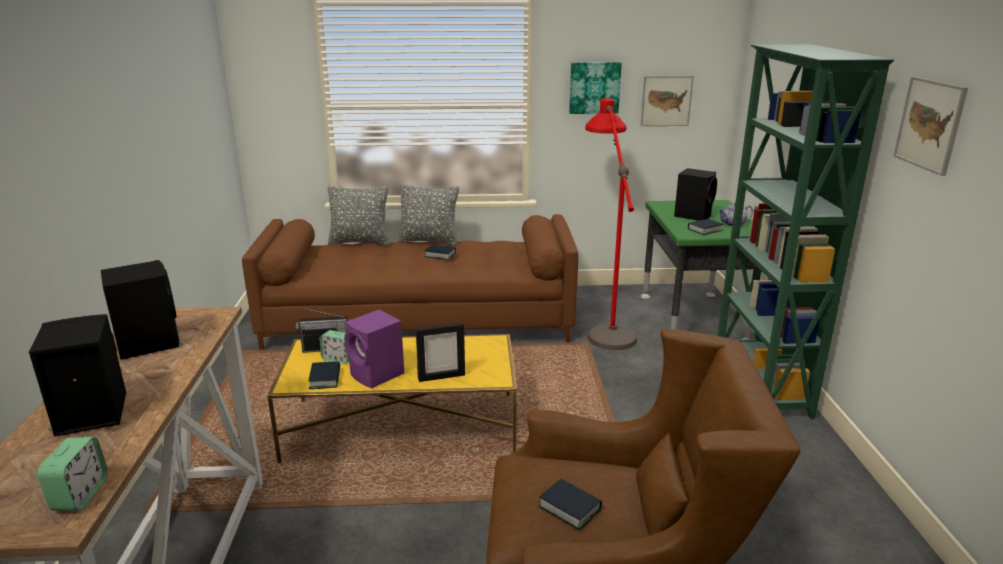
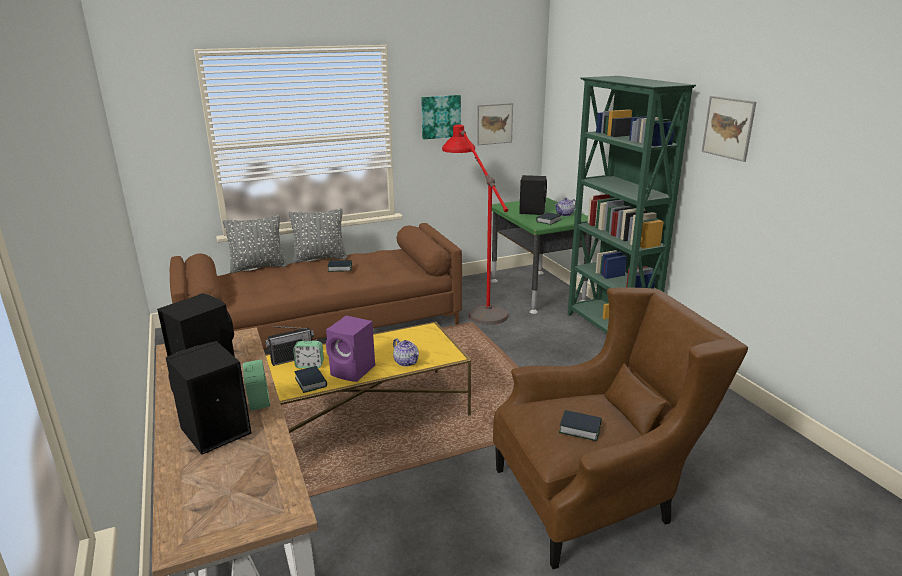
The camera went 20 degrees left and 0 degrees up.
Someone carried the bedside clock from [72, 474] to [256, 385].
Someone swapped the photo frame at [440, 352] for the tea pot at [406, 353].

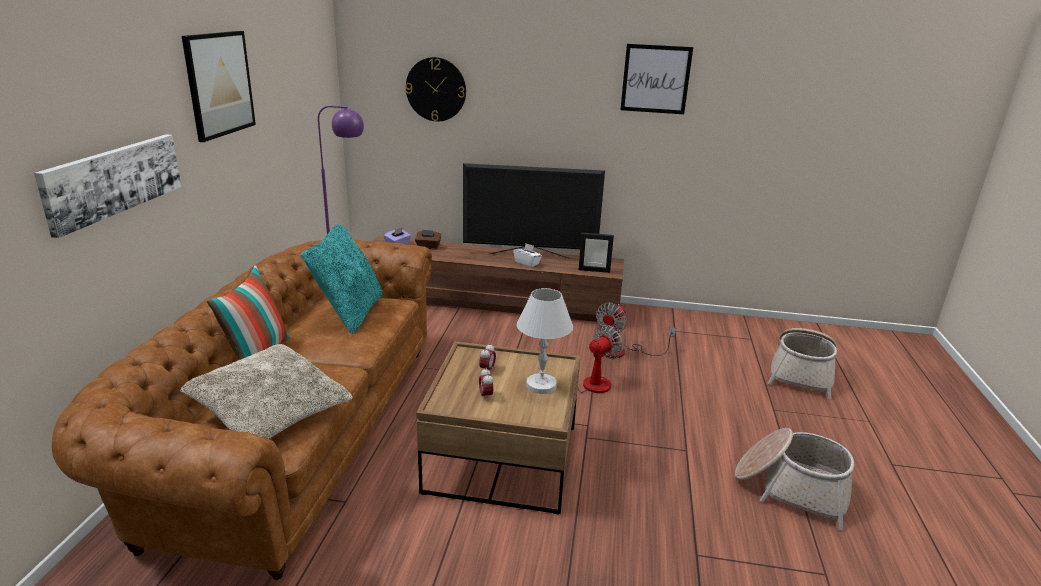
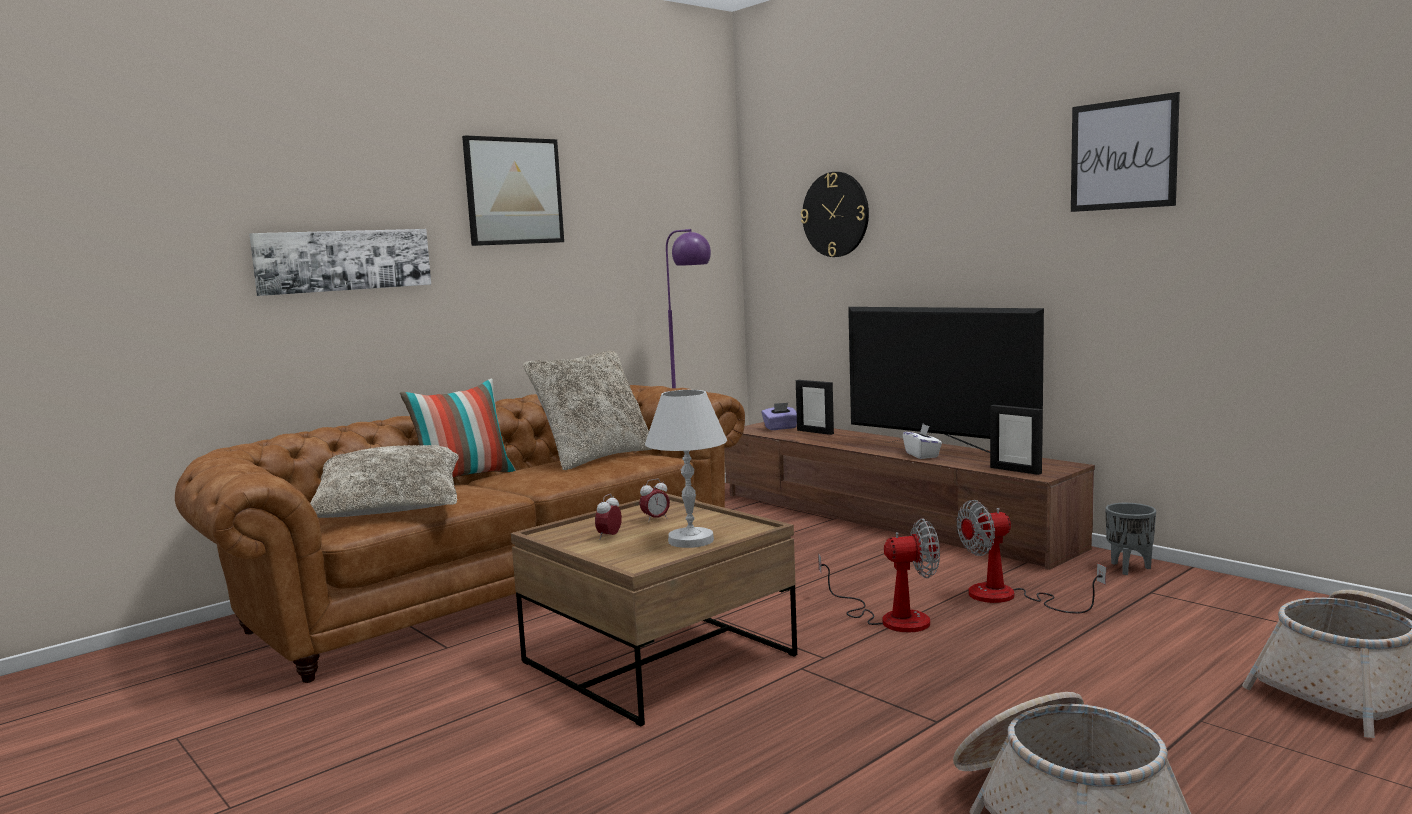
The camera went 40 degrees right and 15 degrees down.
Someone put down the grey flower pot at [1130, 539].
Someone swapped the brownish box of tissues at [428, 239] for the photo frame at [815, 407].
Someone repainted the turquoise cushion at [341, 279], which became the beige-coloured cushion at [587, 410].

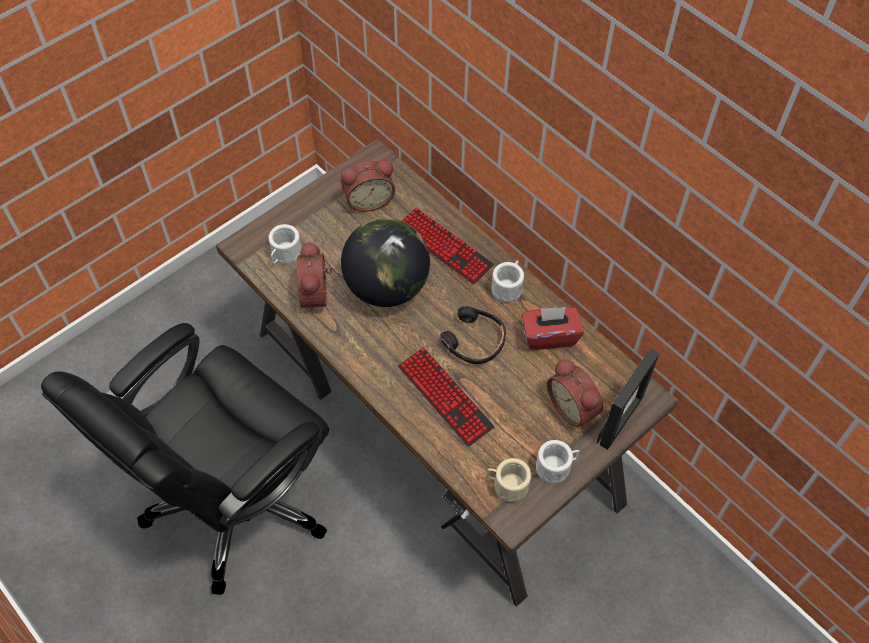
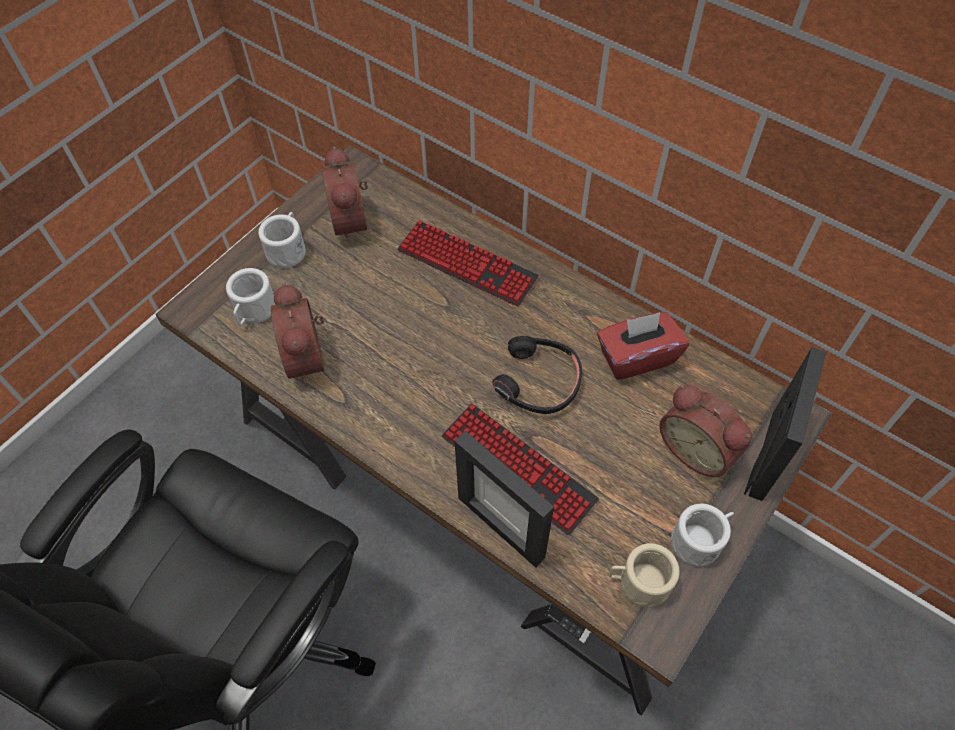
The camera went 10 degrees left and 0 degrees up.
Someone took away the desk globe at [385, 262].
Someone put down the photo frame at [504, 499].
Someone carried the whitish coffee mug from [508, 281] to [282, 240].
Someone rotated the bedside clock at [368, 186] by 105 degrees clockwise.

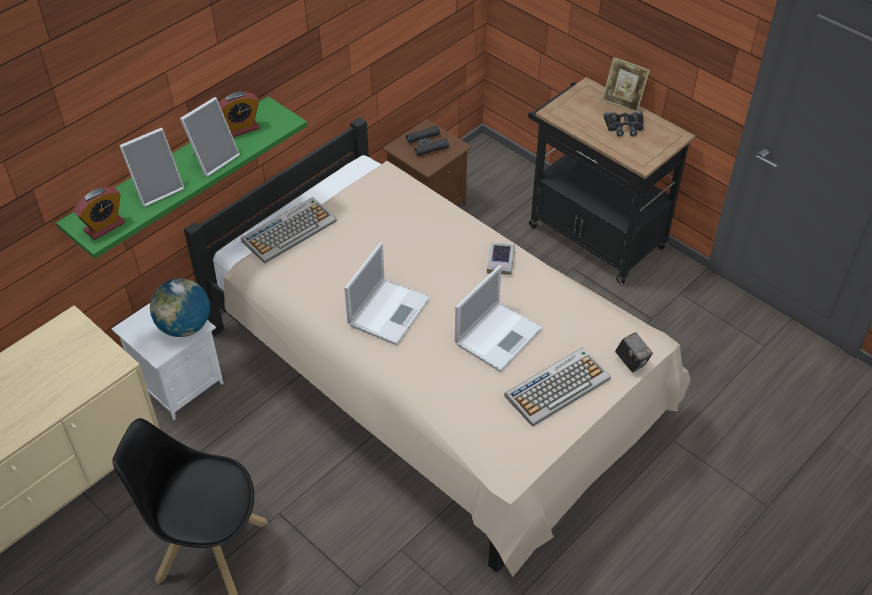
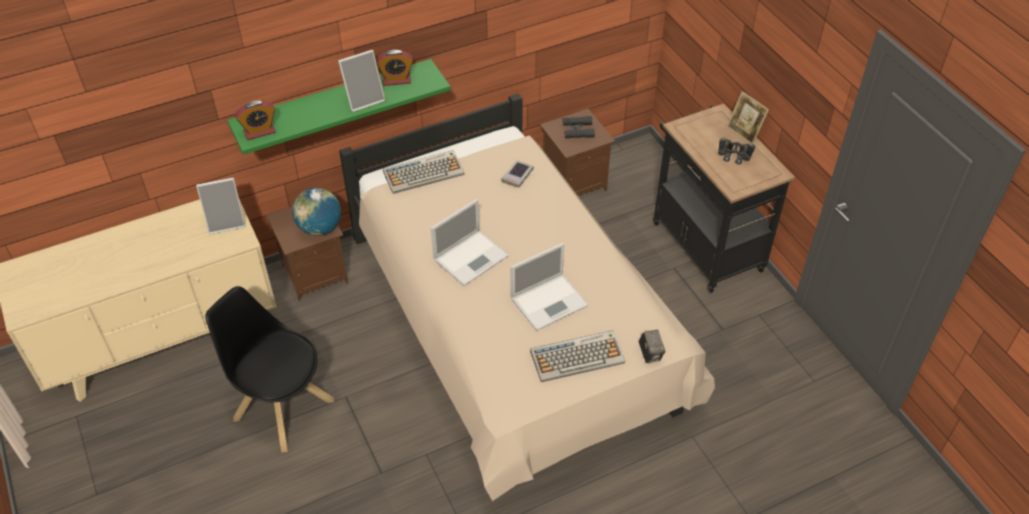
The camera went 20 degrees right and 0 degrees up.
Someone carried the photo frame from [152, 167] to [221, 206].
Someone carried the book from [501, 259] to [517, 174].
Someone repainted the whitish night table at [167, 361], which became the brownish night table at [307, 253].

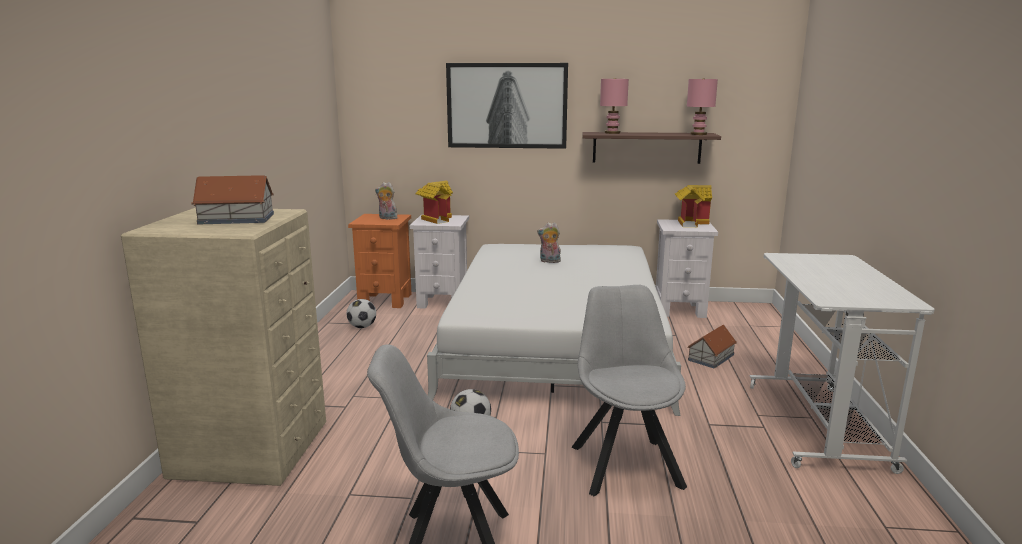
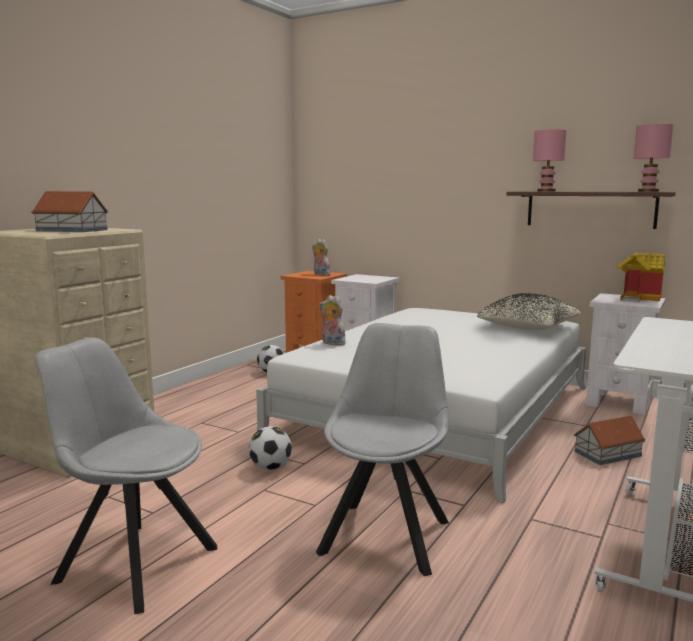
The camera went 25 degrees right and 5 degrees down.
Someone took away the toy house at [434, 202].
Someone took away the picture at [507, 106].
Someone put down the beige-coloured cushion at [529, 311].
Someone carried the cuddly toy from [549, 242] to [332, 320].

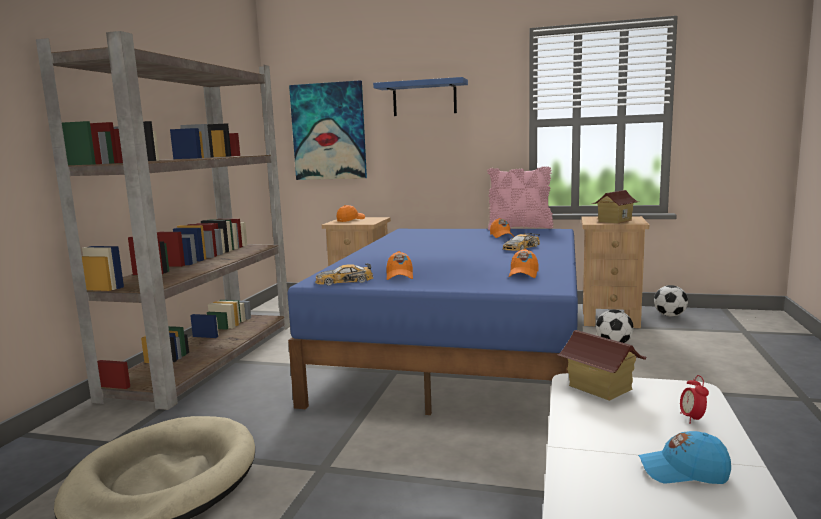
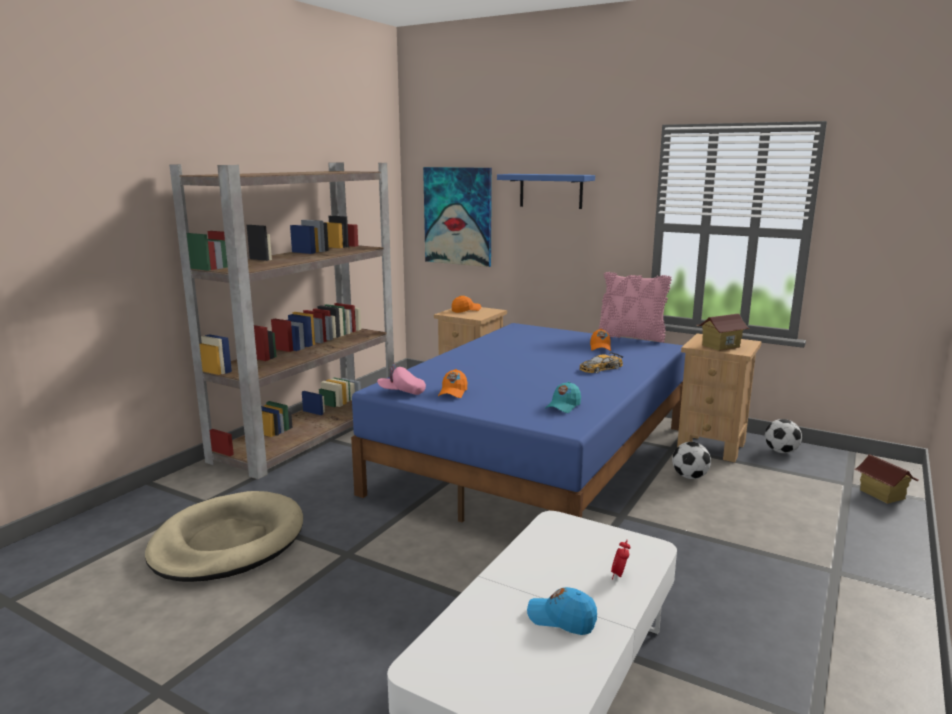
The camera went 15 degrees right and 5 degrees up.
Someone carried the toy house from [602, 365] to [887, 479].
Someone swapped the toy car at [344, 274] for the pink-coloured cap at [401, 379].
Someone repainted the orange cap at [523, 263], which became the turquoise cap at [563, 397].

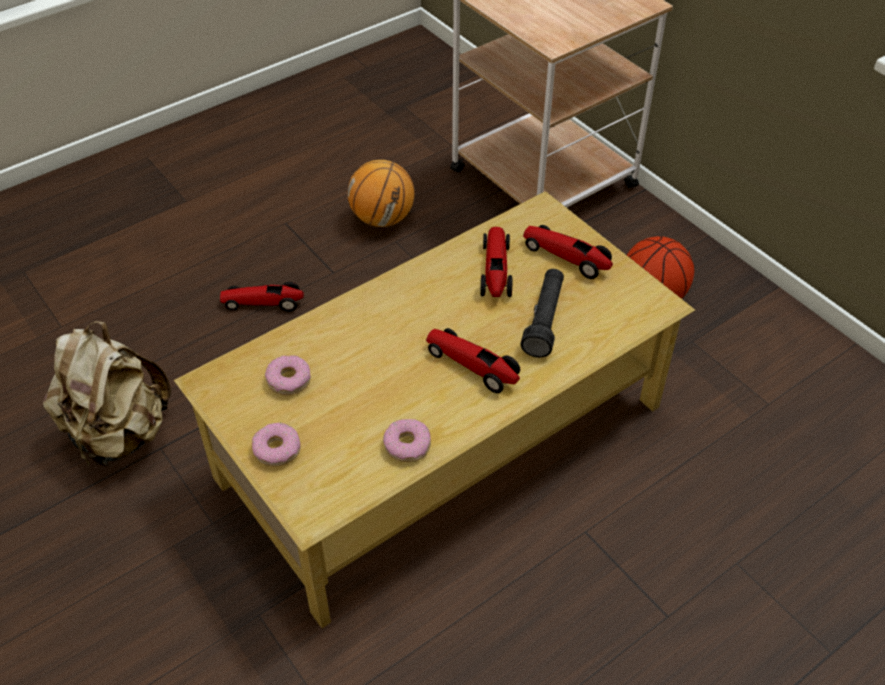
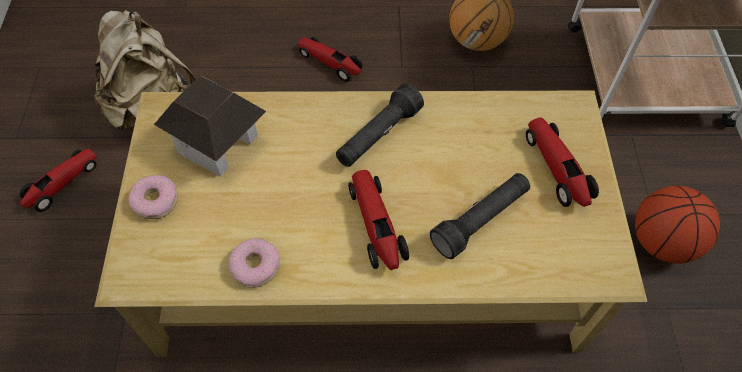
The camera went 35 degrees right and 10 degrees up.
Someone put down the black-coloured flashlight at [380, 125].
Someone carried the toy car from [496, 262] to [58, 180].
Someone swapped the donut at [288, 375] for the toy house at [210, 126].

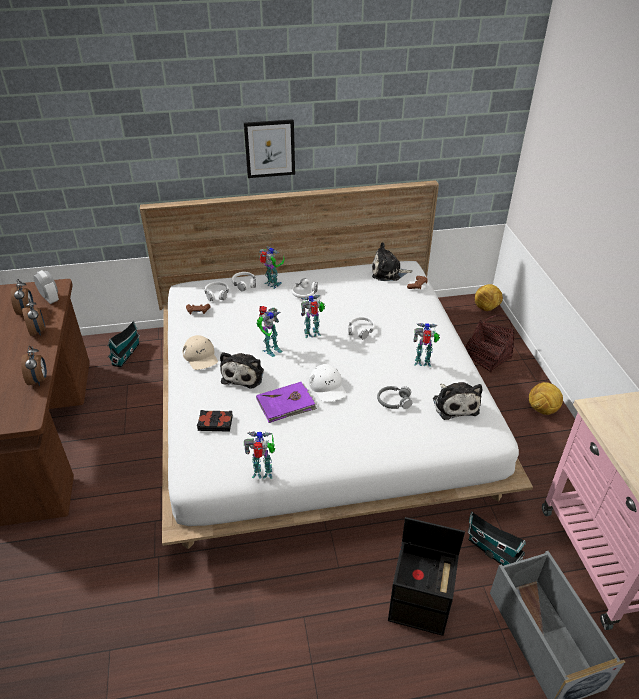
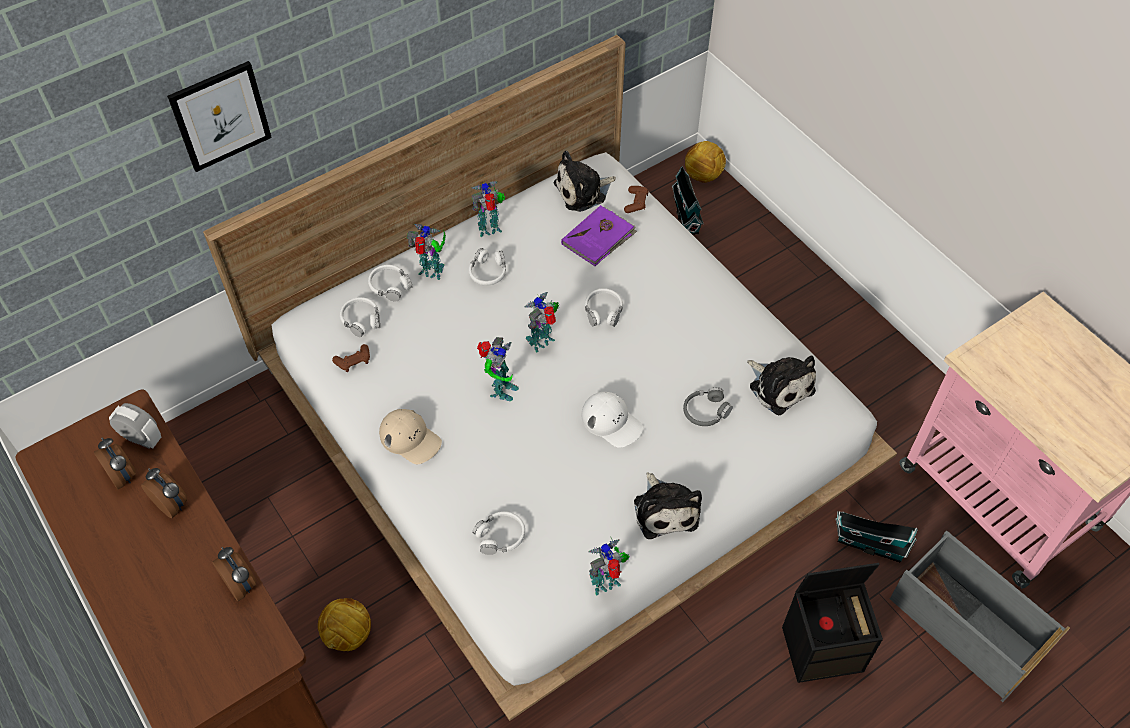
The camera went 25 degrees left and 15 degrees up.
Someone took away the household basket at [489, 344].
Someone carried the toy house from [124, 344] to [687, 200].
Someone carried the cuddly toy from [242, 370] to [668, 505].
Someone carried the picture from [269, 148] to [219, 116].
Someone carried the purple book from [286, 402] to [599, 235].
Someone carried the robot figure from [426, 344] to [488, 209].
Someone carried the football ball from [546, 398] to [344, 624].
Someone swapped the black-coloured book at [215, 421] for the whitish headphones at [498, 533].

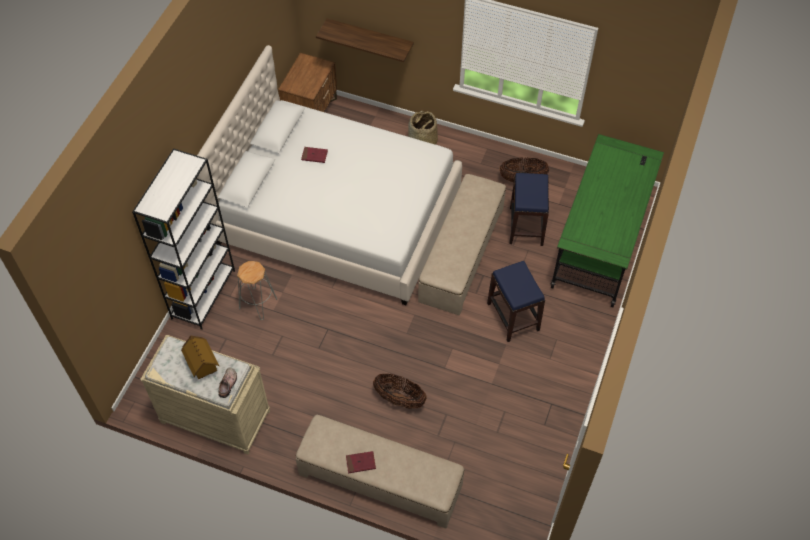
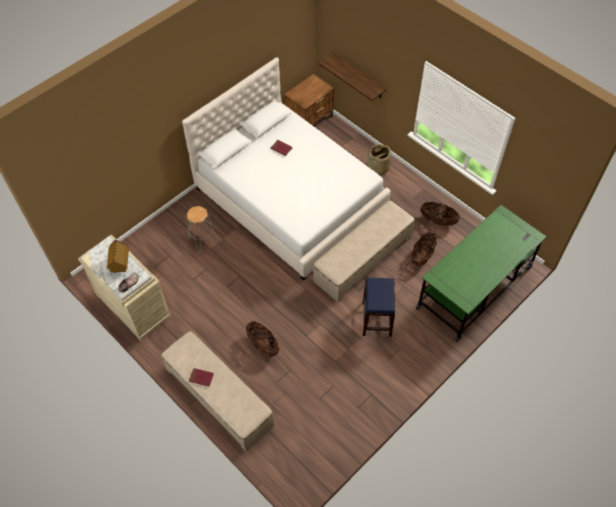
The camera went 25 degrees right and 0 degrees up.
Someone took away the whitish shelving unit at [183, 239].
Someone swapped the stool at [529, 209] for the household basket at [424, 249].

